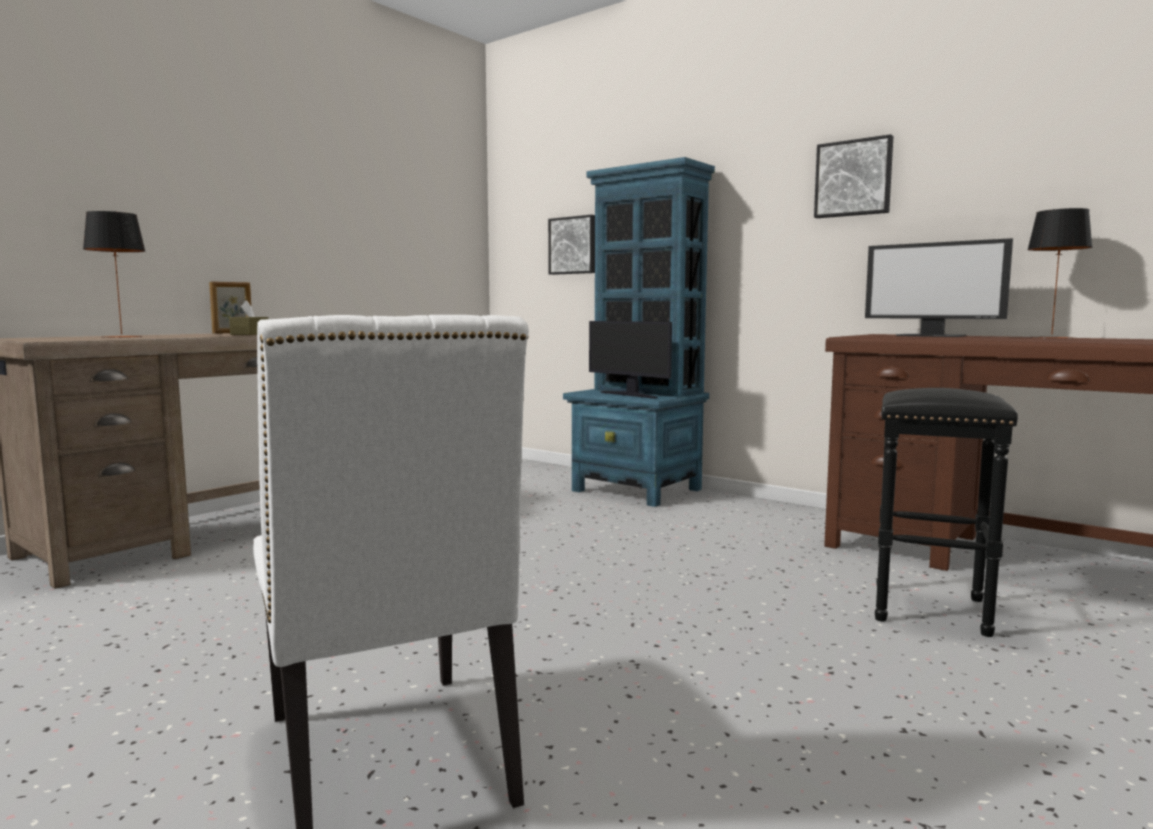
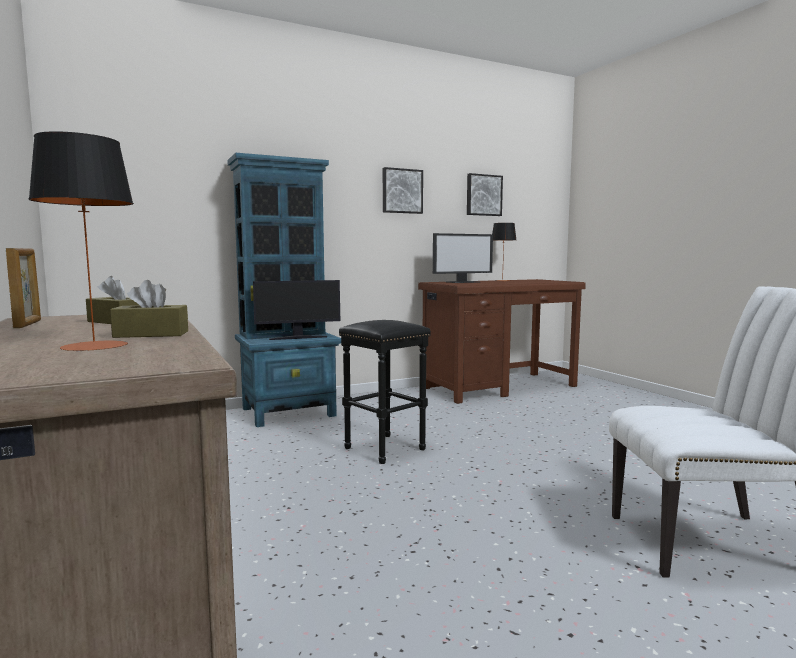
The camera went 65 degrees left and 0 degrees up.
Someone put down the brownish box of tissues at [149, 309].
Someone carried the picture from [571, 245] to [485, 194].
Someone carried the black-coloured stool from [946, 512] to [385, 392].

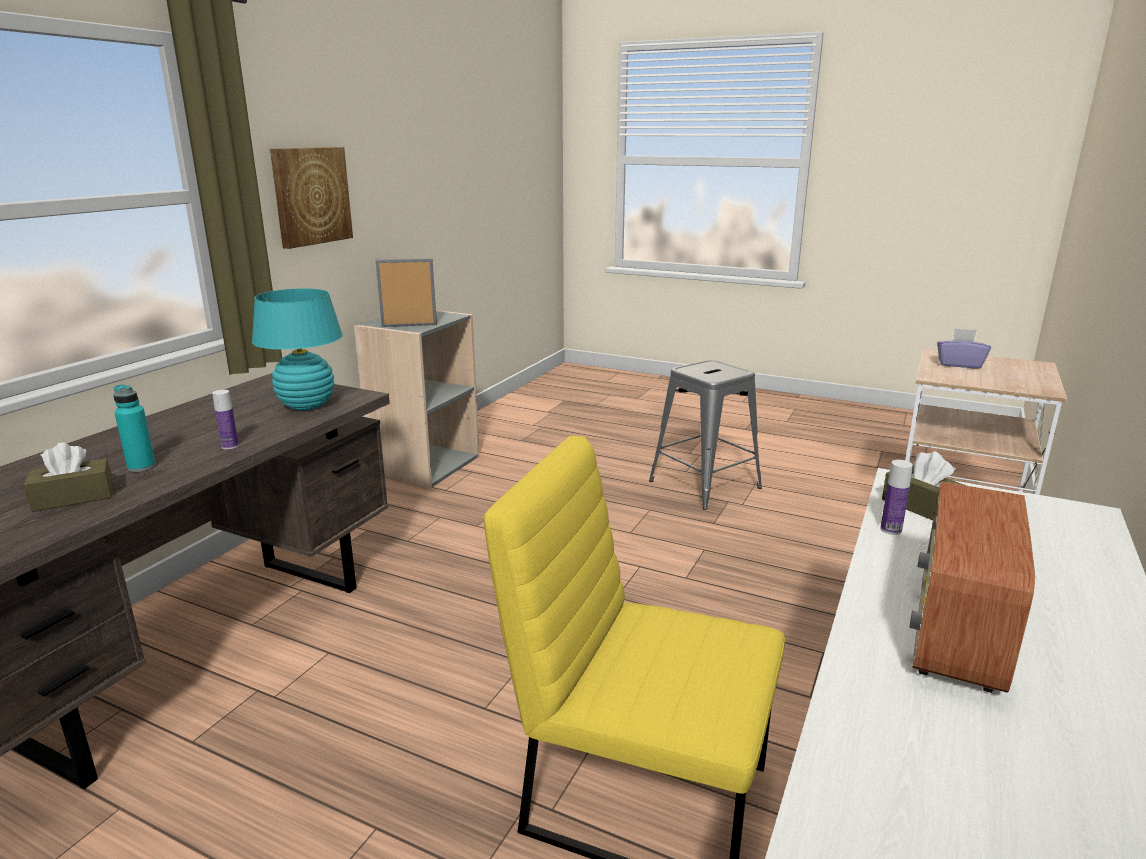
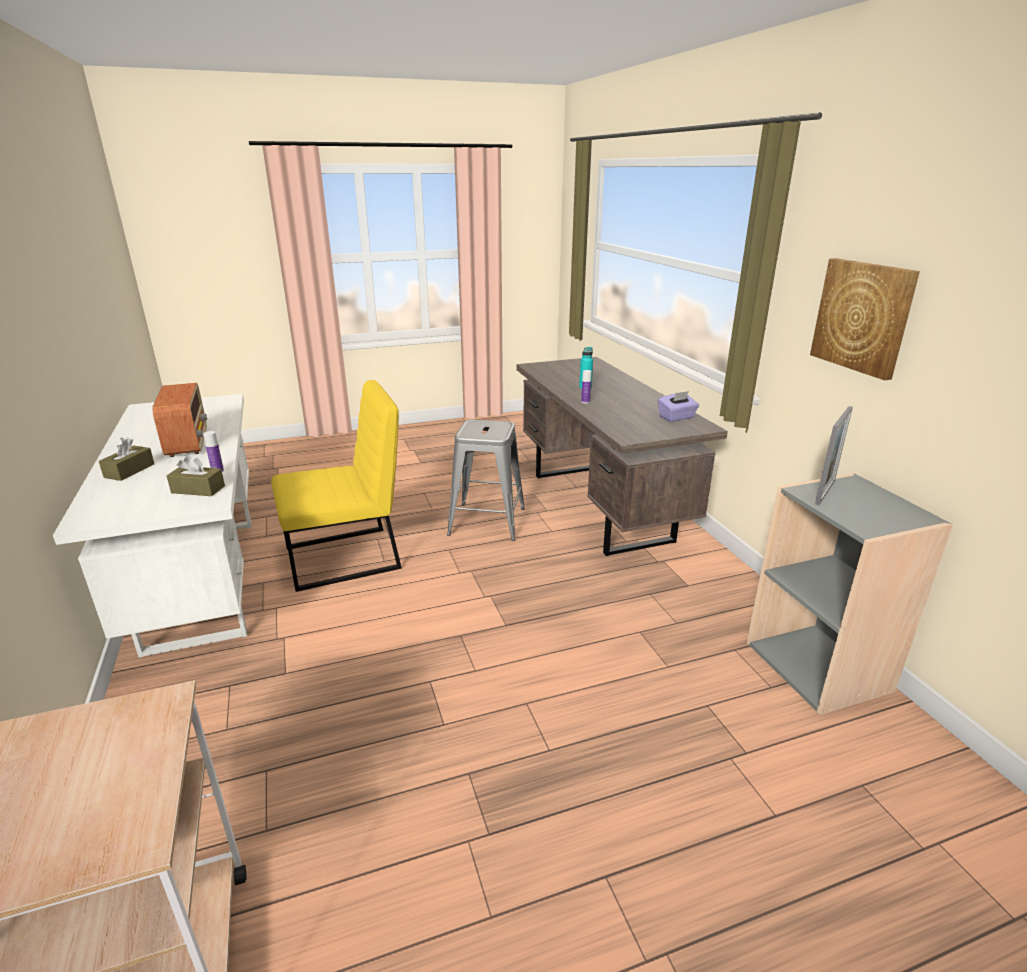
The camera went 135 degrees right and 5 degrees up.
Someone took away the turquoise tabletop lamp at [297, 349].
Someone carried the brownish box of tissues from [68, 477] to [126, 459].
Someone carried the grey stool from [705, 435] to [486, 480].
Someone carried the purple box of tissues from [964, 348] to [678, 406].

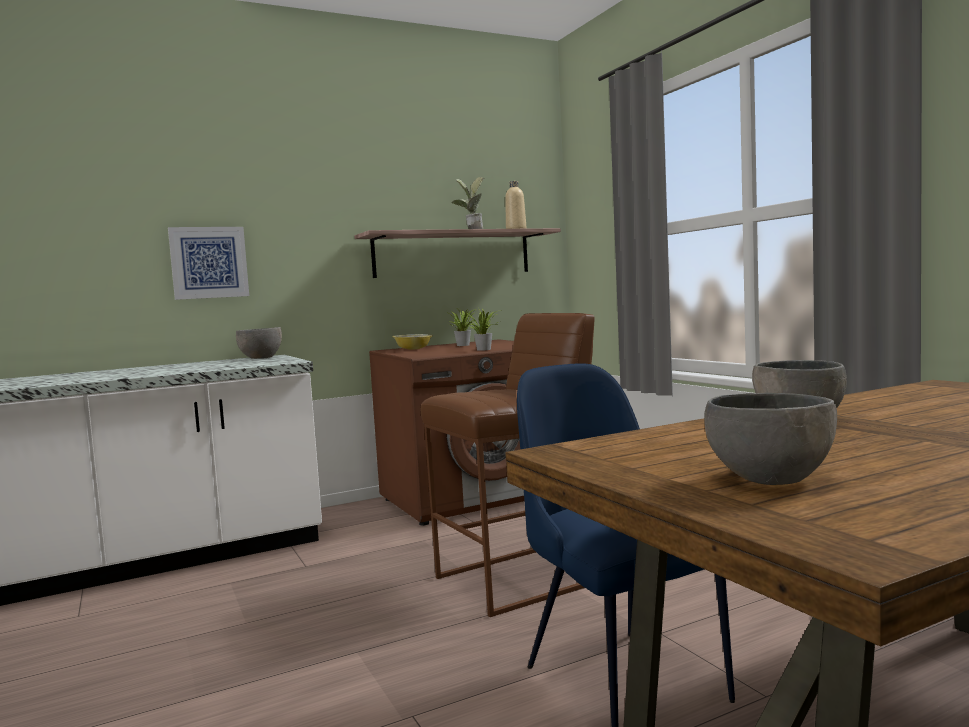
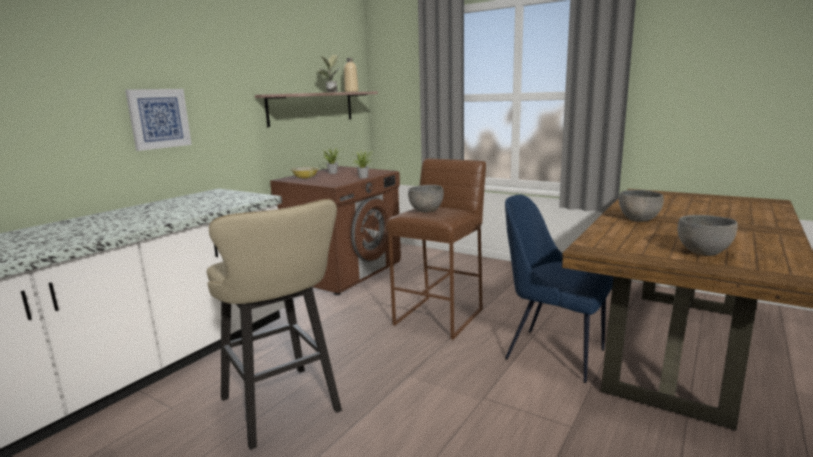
The camera went 30 degrees left and 10 degrees up.
Someone put down the beige-coloured stool at [274, 324].
Someone carried the grey deep dish from [259, 343] to [426, 198].

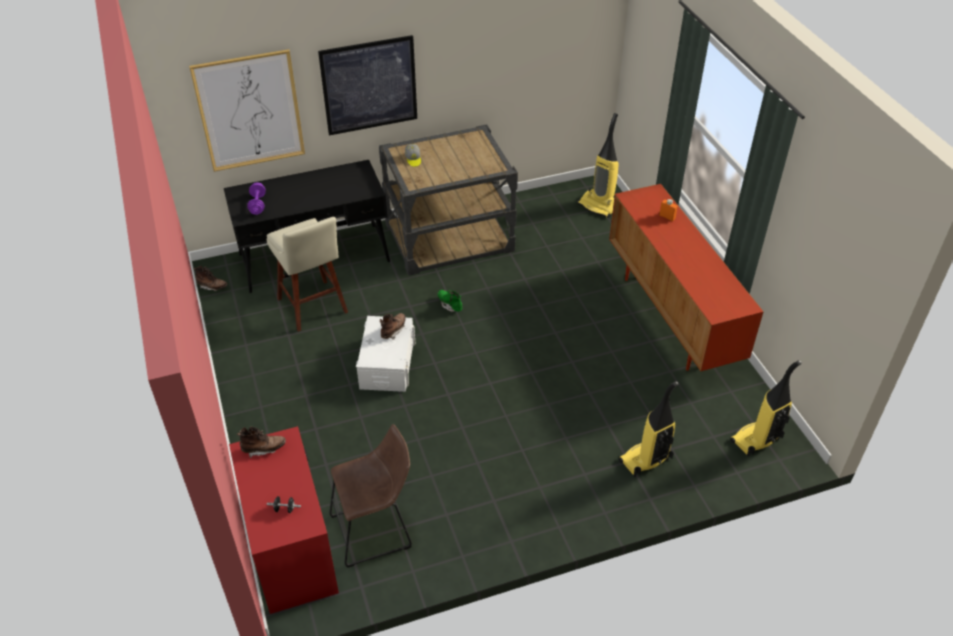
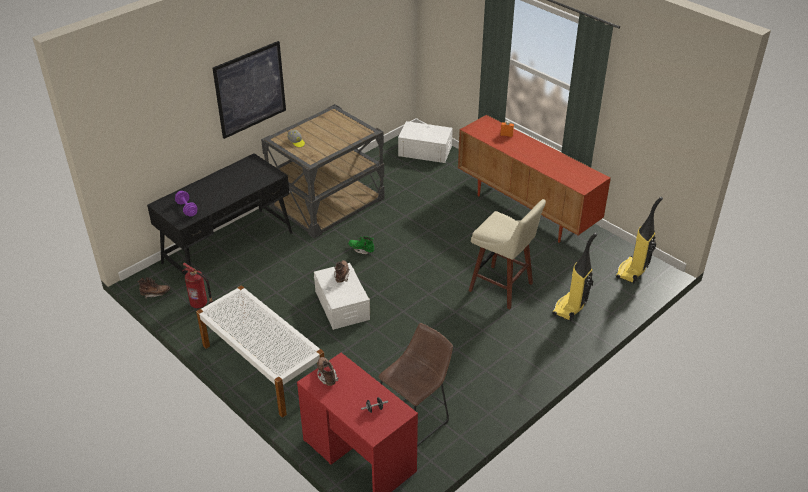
The camera went 25 degrees left and 5 degrees down.
Someone took away the picture at [247, 110].
Someone put down the fire-fighting cylinder at [197, 285].
Someone put down the whitish indoor bench at [260, 351].
Someone carried the beige-coloured stool from [307, 274] to [507, 254].
Someone swapped the vacuum at [597, 165] for the whitish storage box at [425, 142].
Someone rotated the brownish high-top boot at [261, 442] by 75 degrees counterclockwise.

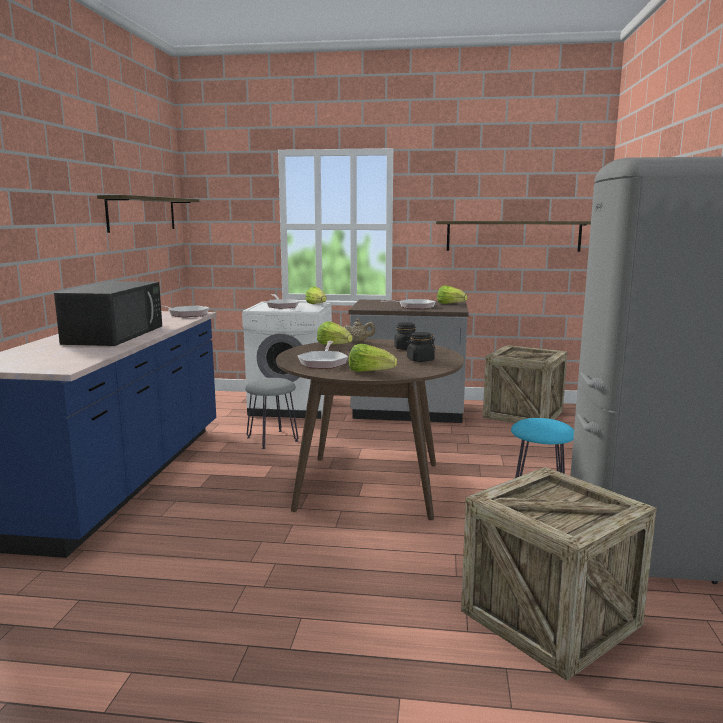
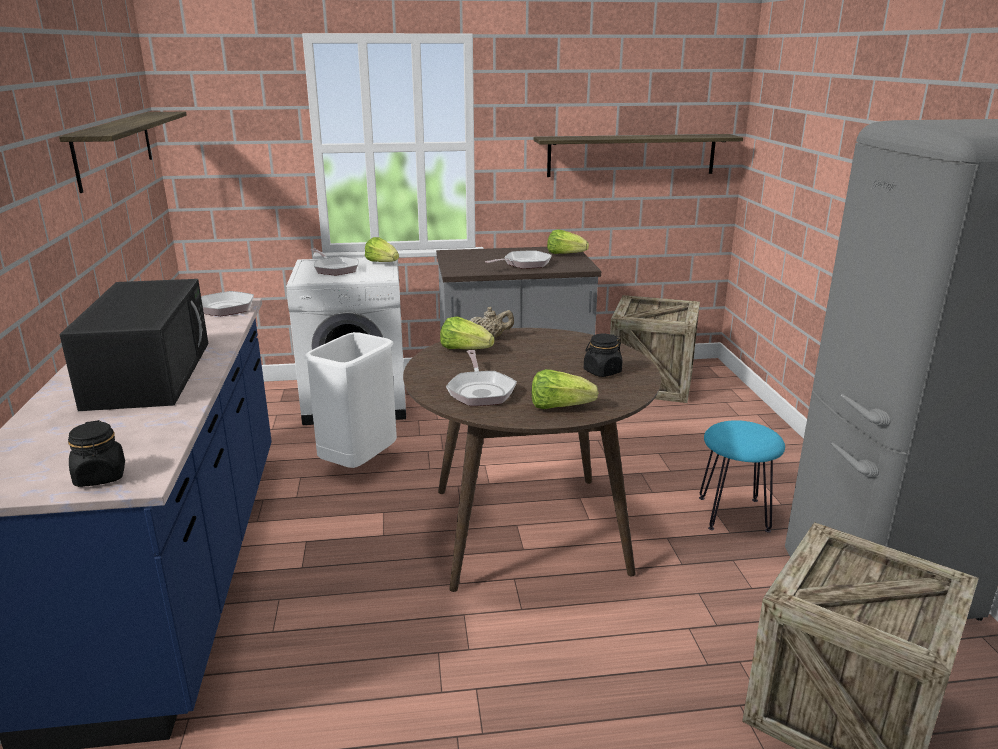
The camera went 15 degrees left and 10 degrees up.
Someone carried the black-coloured preserve jar from [405, 336] to [96, 453].
Someone swapped the grey stool at [271, 413] for the whitish trash can at [350, 400].

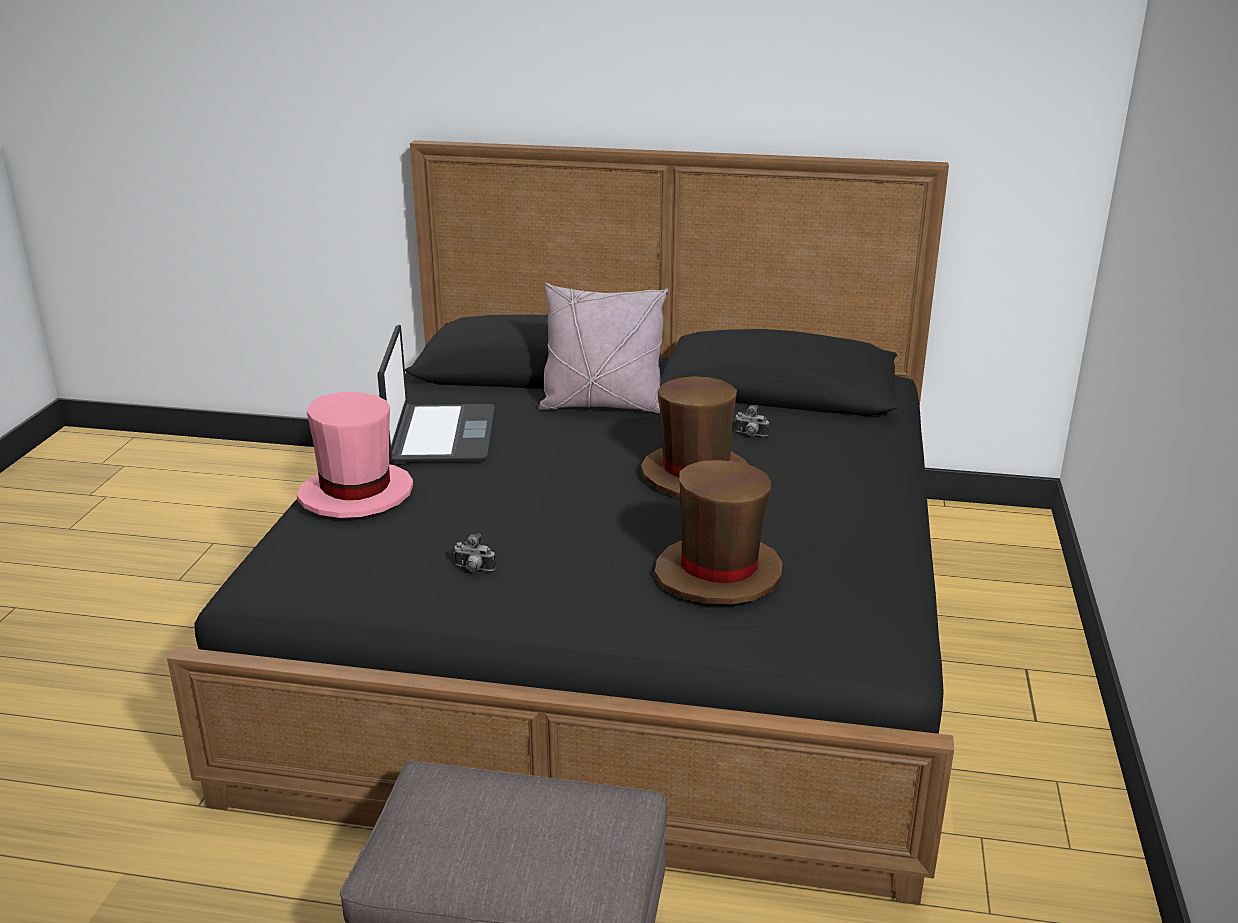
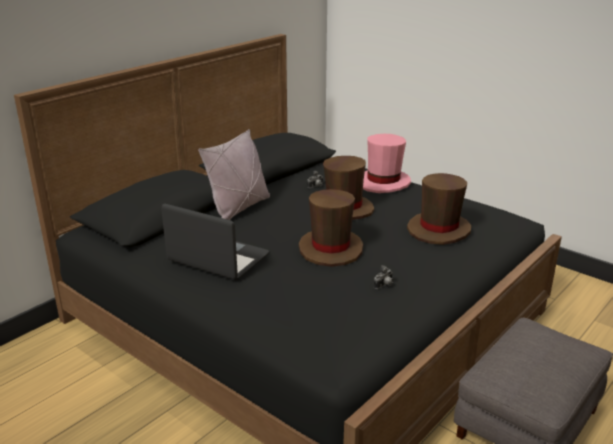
The camera went 60 degrees left and 0 degrees up.
Someone put down the brownish clothing hat at [331, 228].
Someone carried the pink-coloured clothing hat from [355, 455] to [387, 163].

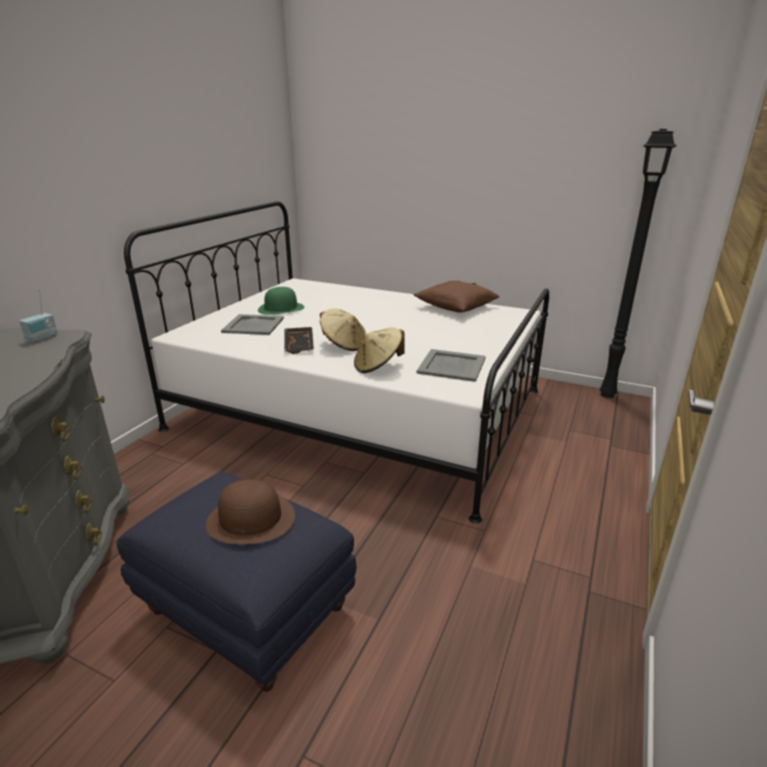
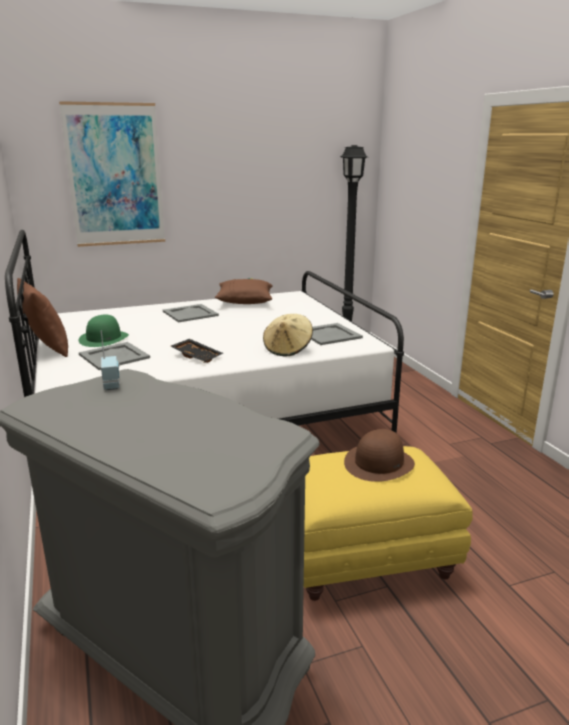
The camera went 45 degrees left and 5 degrees down.
Someone took away the beige-coloured clothing hat at [343, 329].
Someone put down the brownish cushion at [42, 317].
Someone put up the picture at [112, 174].
Someone put down the grey serving tray at [191, 313].
Someone repainted the blue footrest at [236, 582], which became the yellowish footrest at [388, 523].

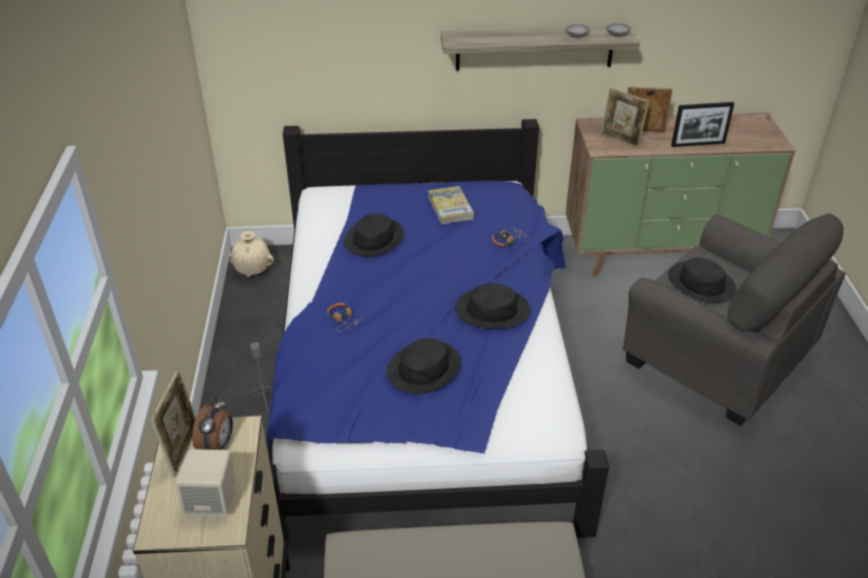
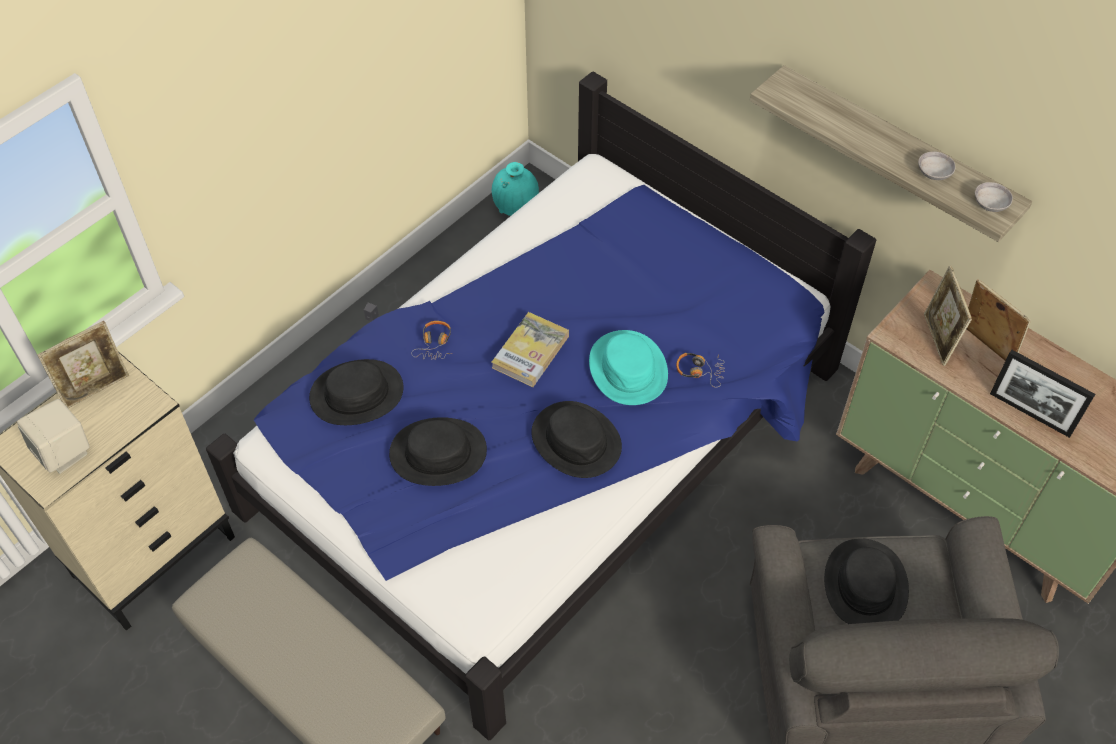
The camera went 45 degrees right and 15 degrees up.
Someone took away the bedside clock at [212, 423].
Someone put down the turquoise clothing hat at [628, 367].
Someone carried the black-coloured clothing hat from [374, 235] to [356, 392].
Someone carried the book from [451, 205] to [530, 349].
Someone repainted the beige-coloured flower vase at [251, 254], which became the turquoise flower vase at [515, 189].

